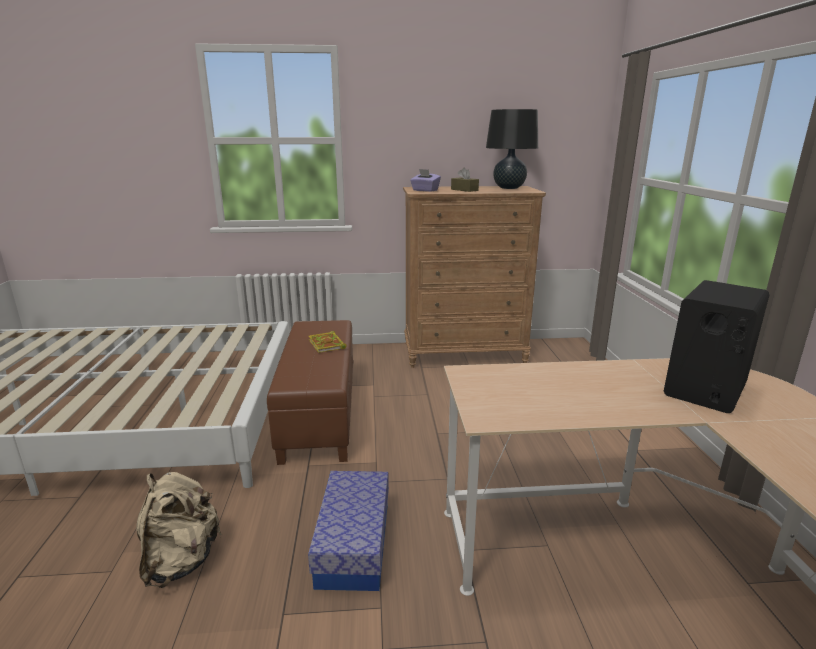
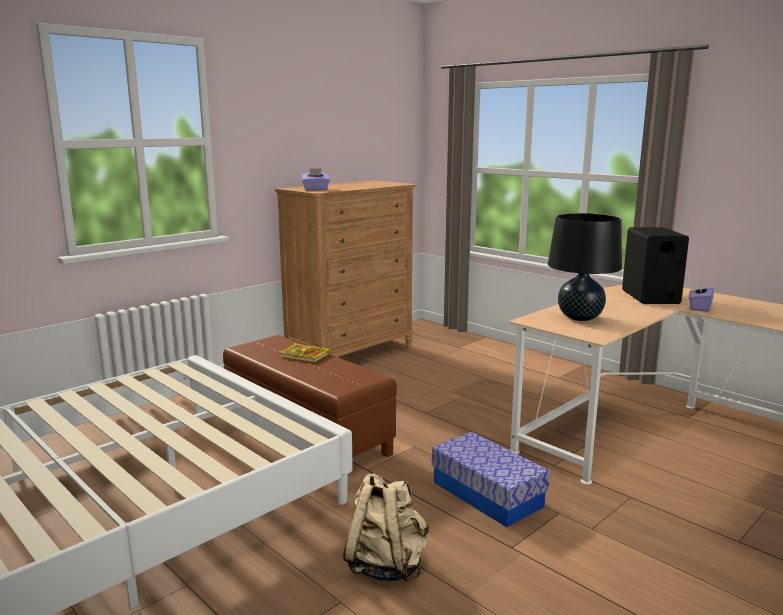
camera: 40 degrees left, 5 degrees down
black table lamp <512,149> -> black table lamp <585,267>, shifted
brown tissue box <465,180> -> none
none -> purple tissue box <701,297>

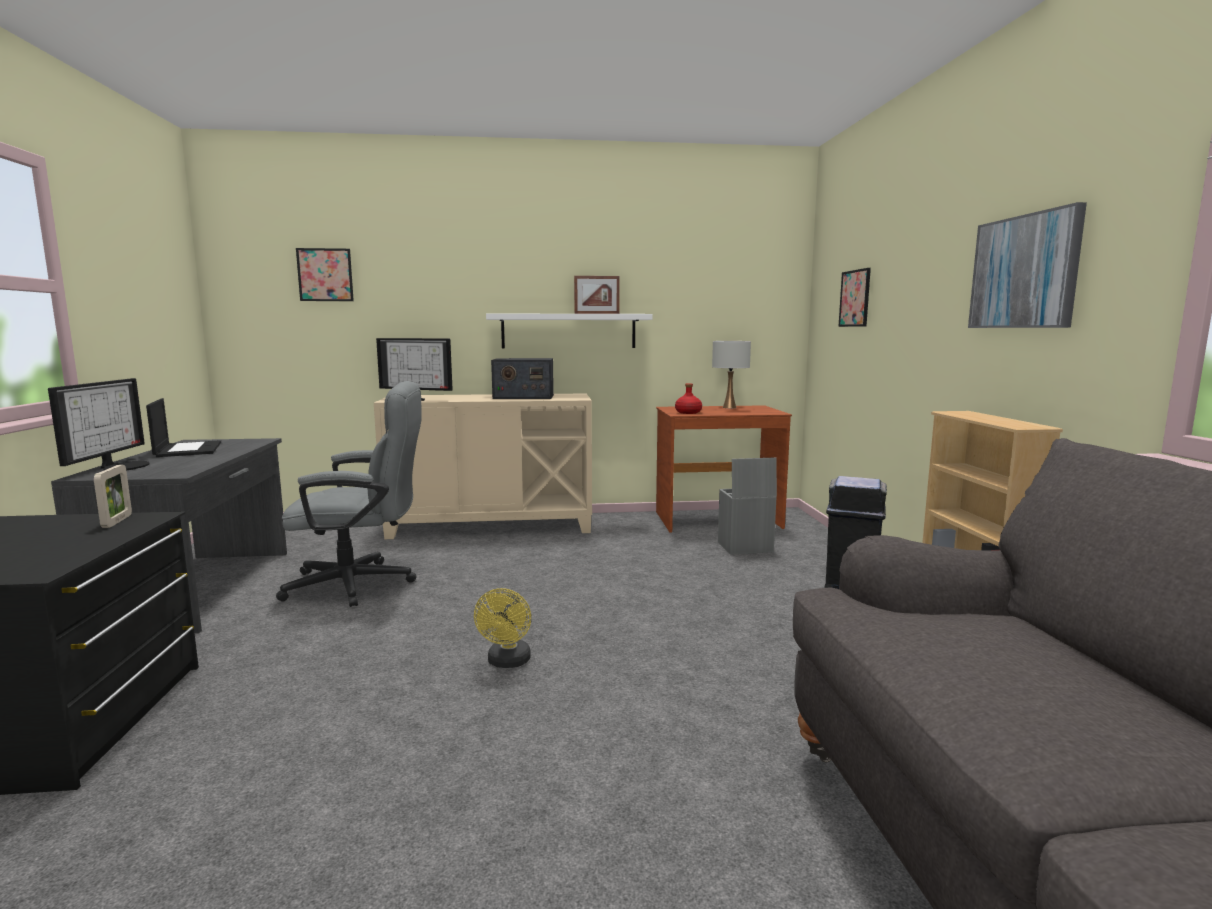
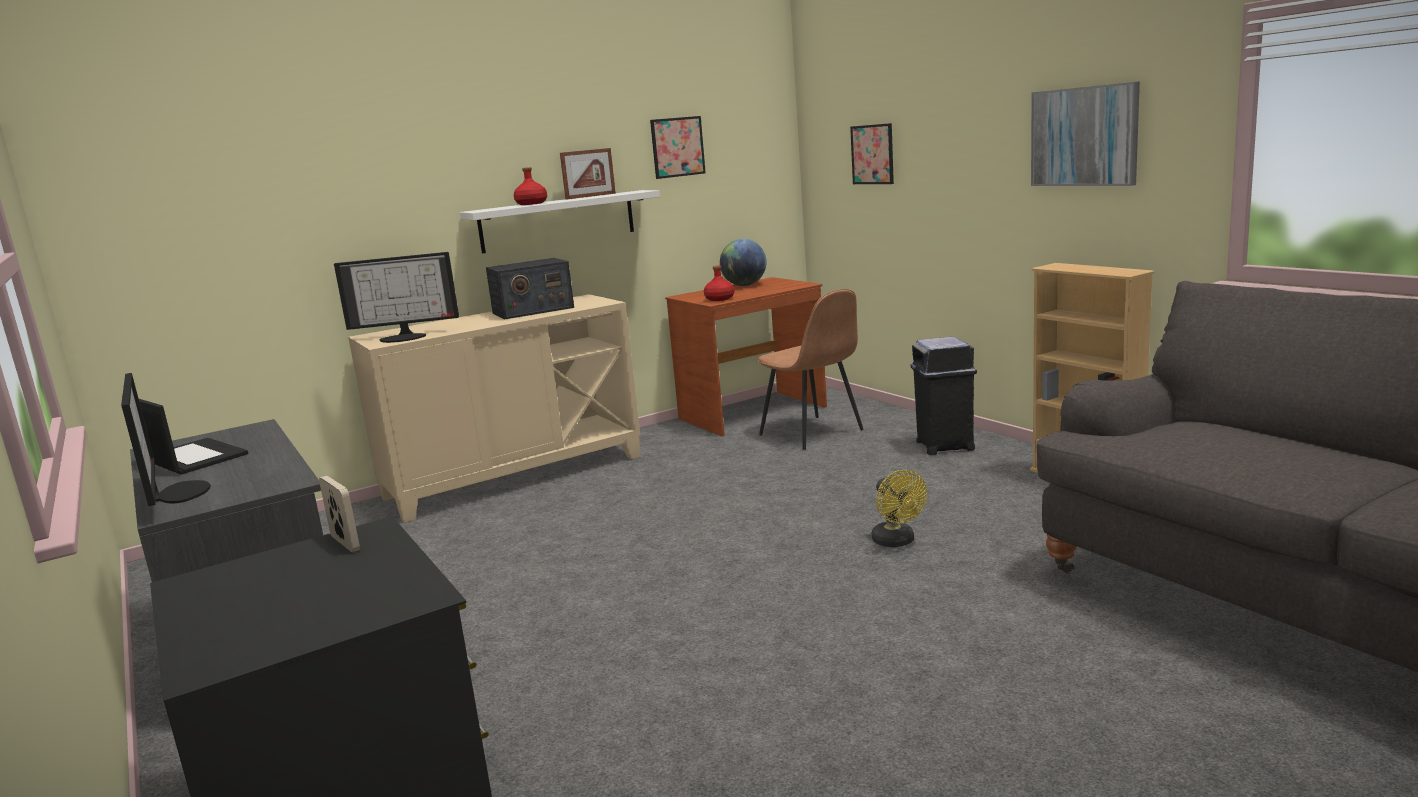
camera: 25 degrees left, 5 degrees up
picture <325,274> -> picture <678,147>, shifted
white table lamp <731,374> -> globe <743,262>
grey office chair <349,494> -> none
grey storage box <747,506> -> brown chair <811,369>
yellow fan <502,628> -> yellow fan <899,508>, shifted
none -> red bottle <530,186>

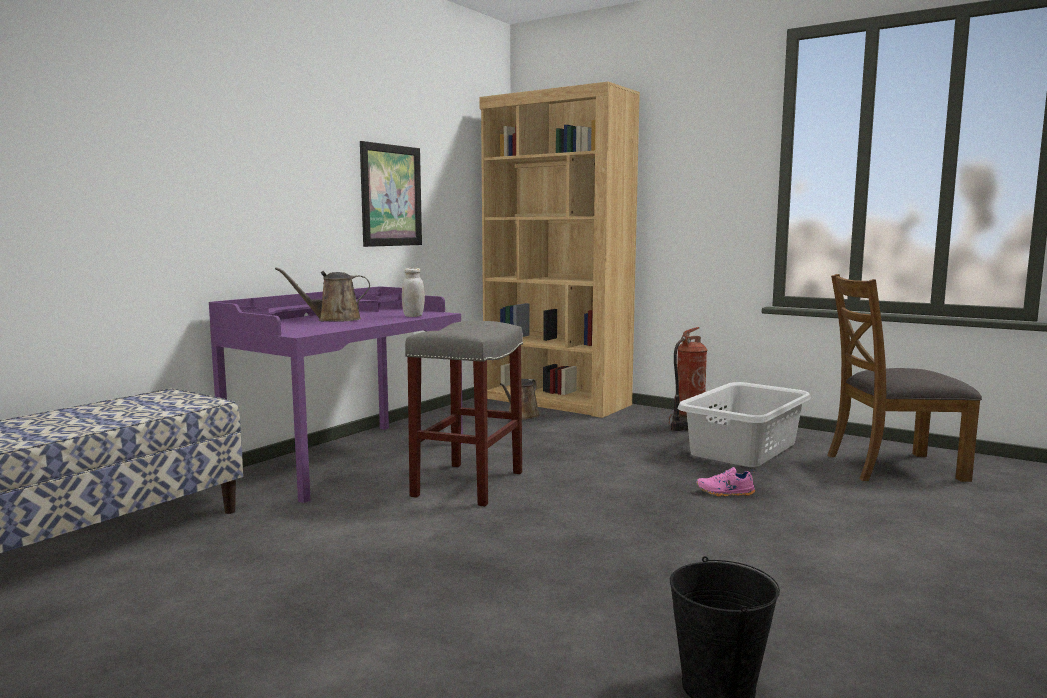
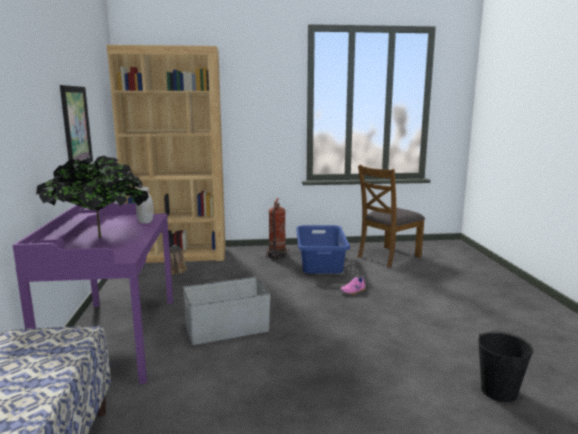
camera: 40 degrees left, 5 degrees up
brown watering can <322,294> -> potted plant <92,197>
grey stool <464,413> -> grey storage box <227,311>
grey laundry basket <744,424> -> blue laundry basket <323,249>

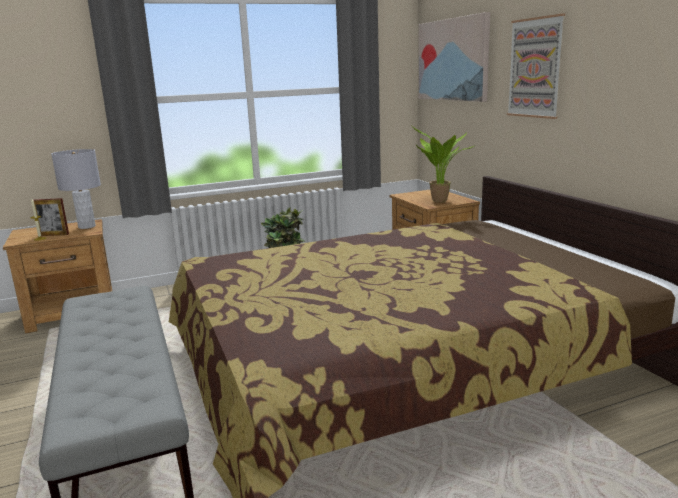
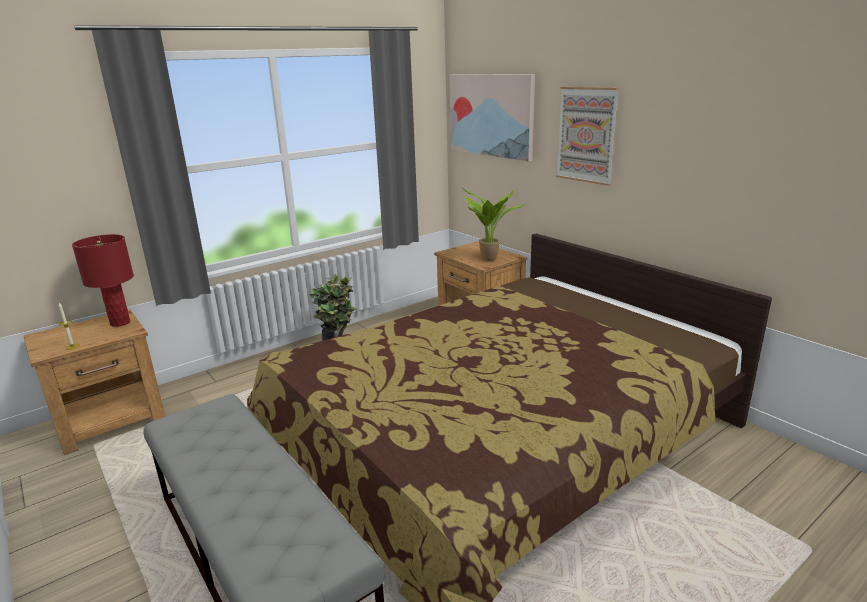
camera: 15 degrees left, 5 degrees up
grey table lamp <76,189> -> red table lamp <103,280>
picture frame <51,217> -> none

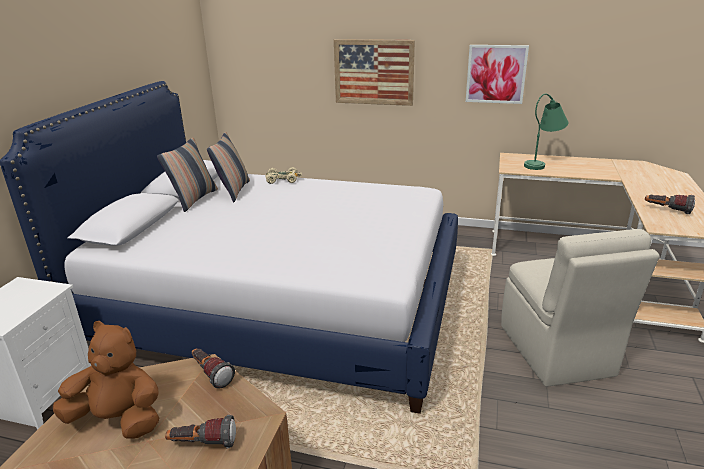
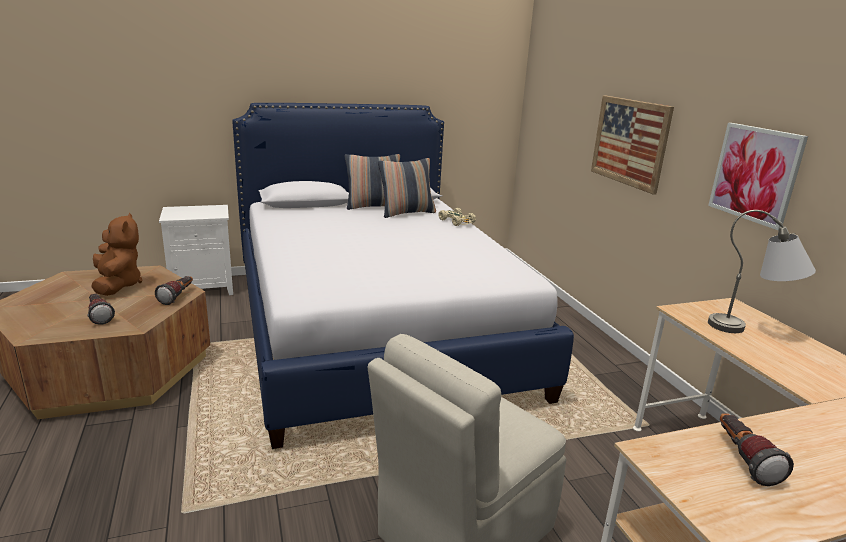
camera: 55 degrees right, 5 degrees down
green table lamp <546,131> -> grey table lamp <762,271>

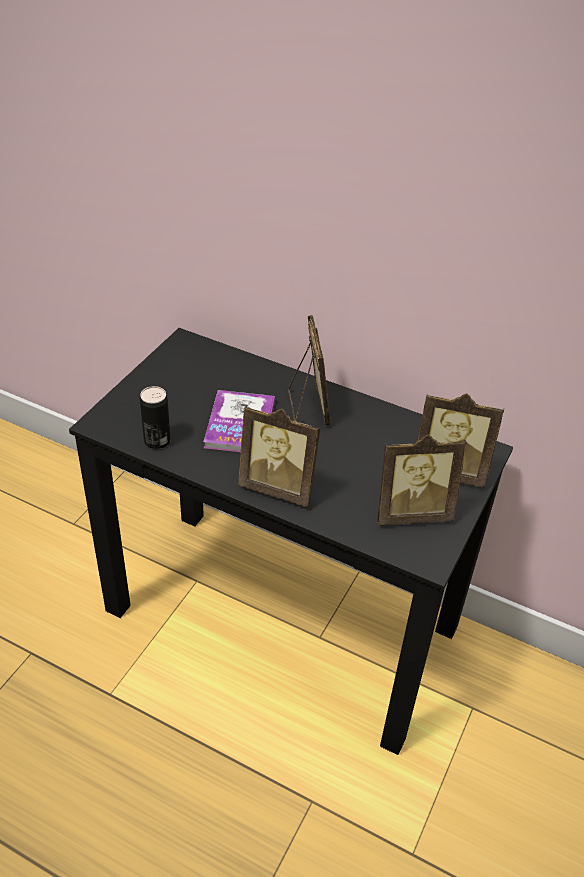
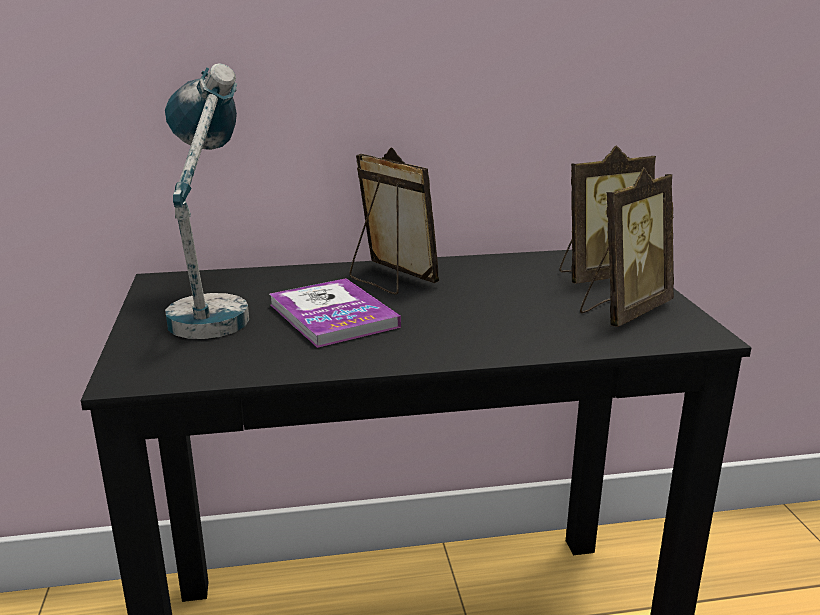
camera: 35 degrees left, 20 degrees down
can <155,417> -> none
picture frame <279,456> -> none
none -> table lamp <207,201>

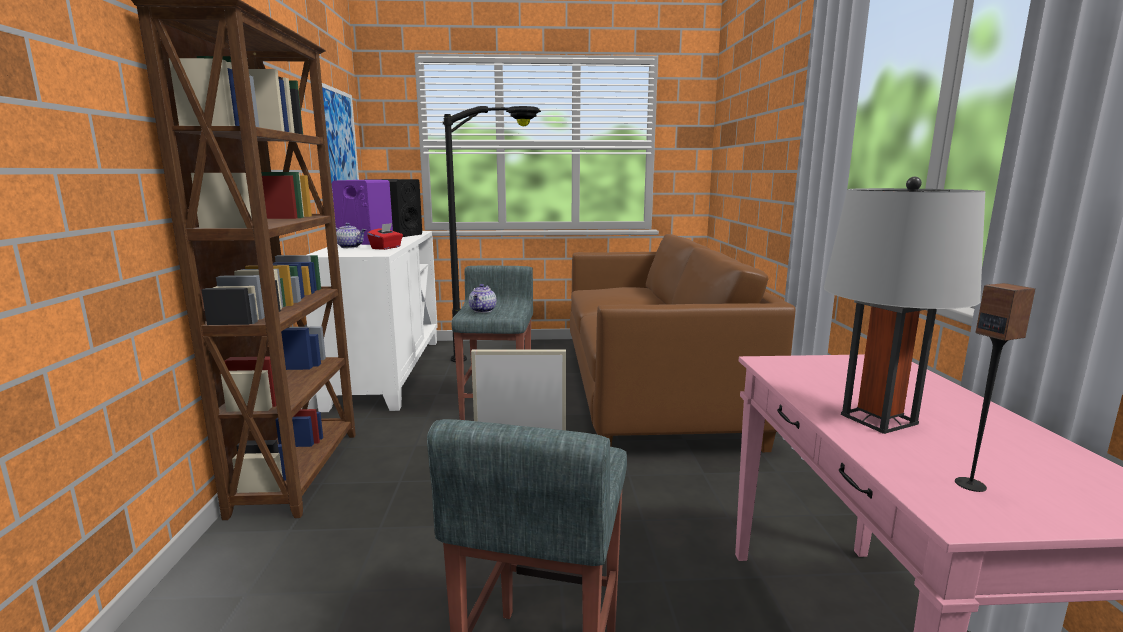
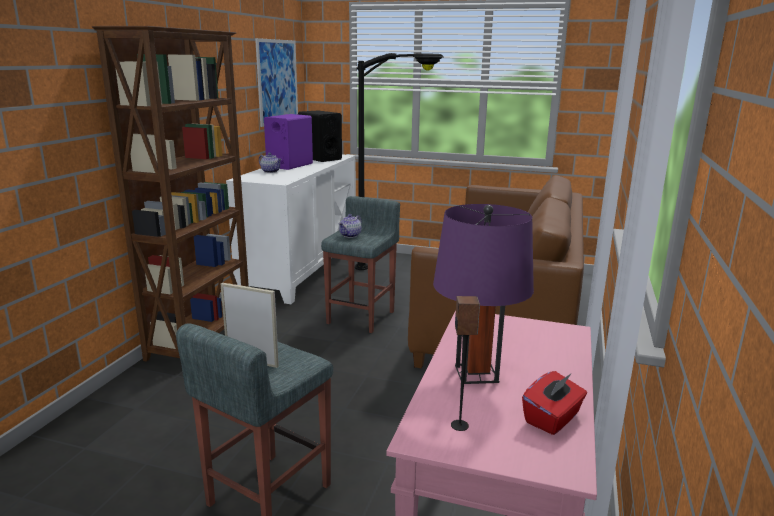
camera: 20 degrees right, 5 degrees up
grey table lamp <905,305> -> purple table lamp <483,294>
red tissue box <385,236> -> red tissue box <554,403>, shifted

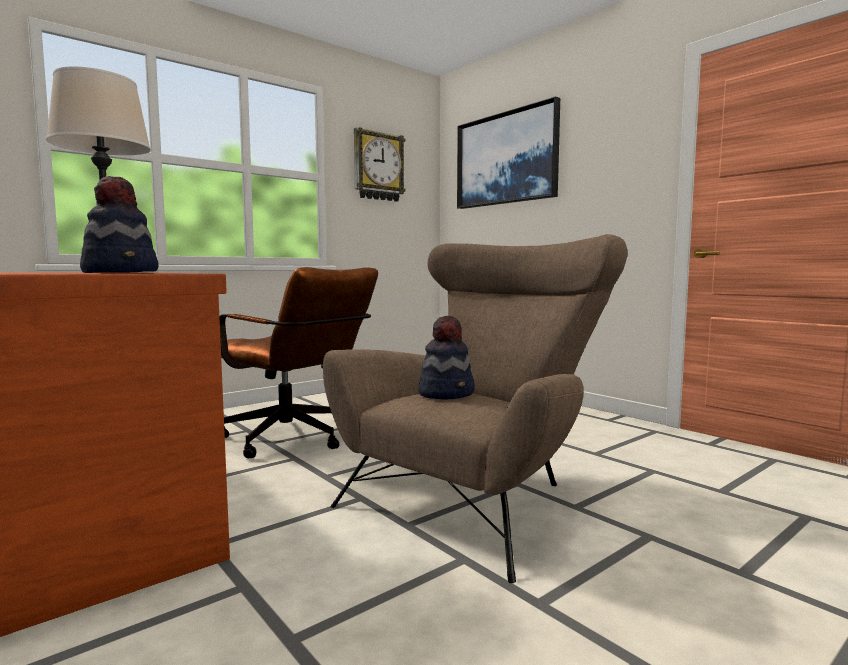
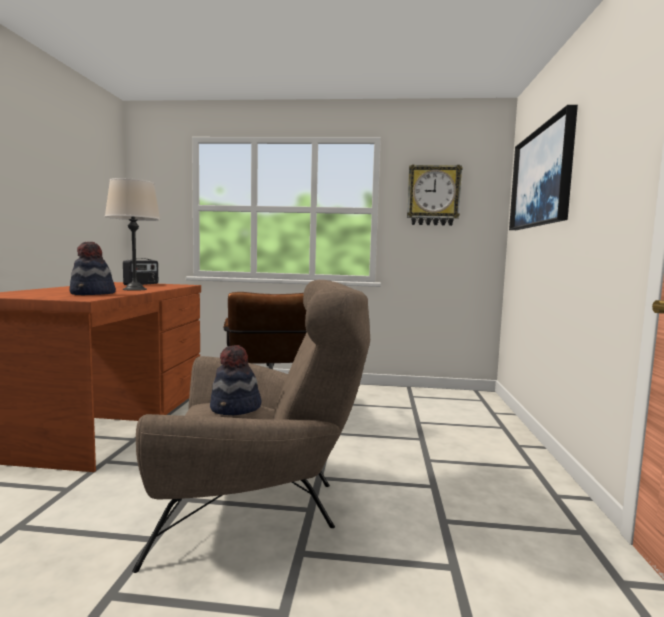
camera: 45 degrees right, 0 degrees up
none -> radio <140,271>

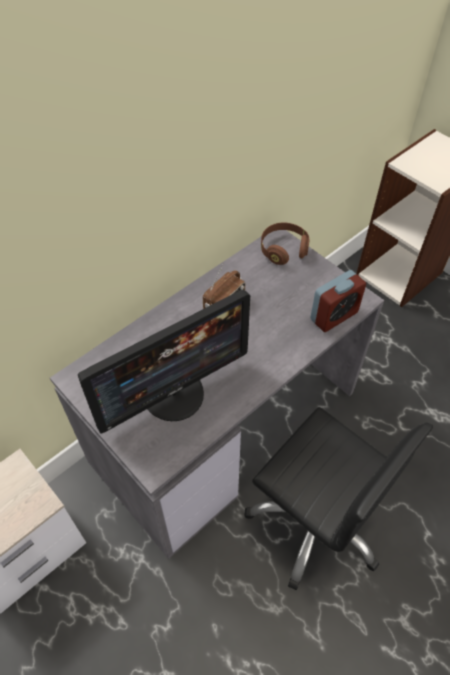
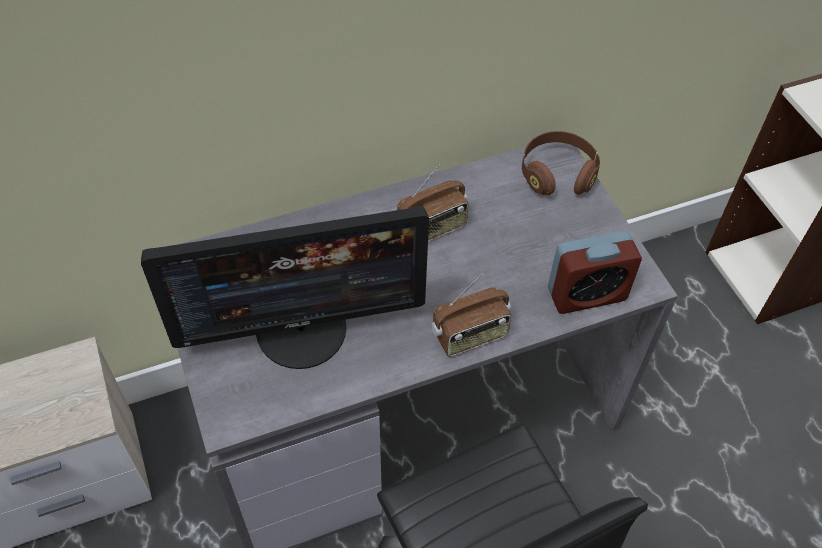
camera: 20 degrees right, 0 degrees up
none -> radio <471,315>

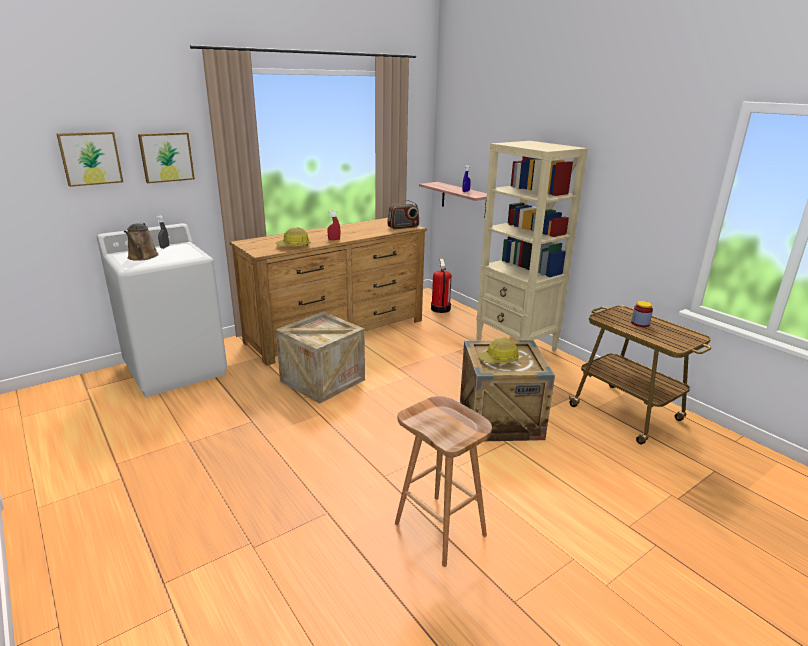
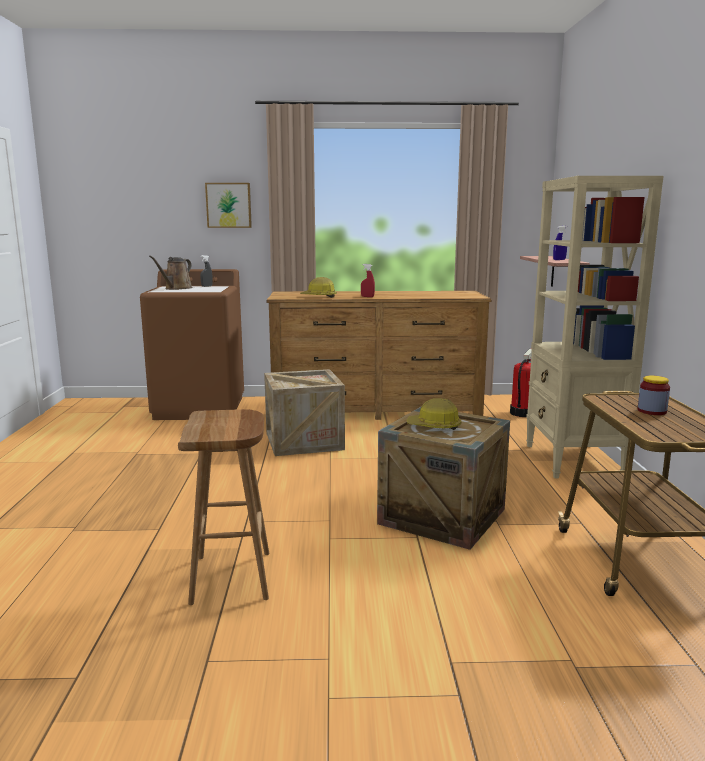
camera: 35 degrees right, 10 degrees down
picture <90,159> -> none
radio <403,214> -> none
white washing machine <162,310> -> brown washing machine <192,344>

